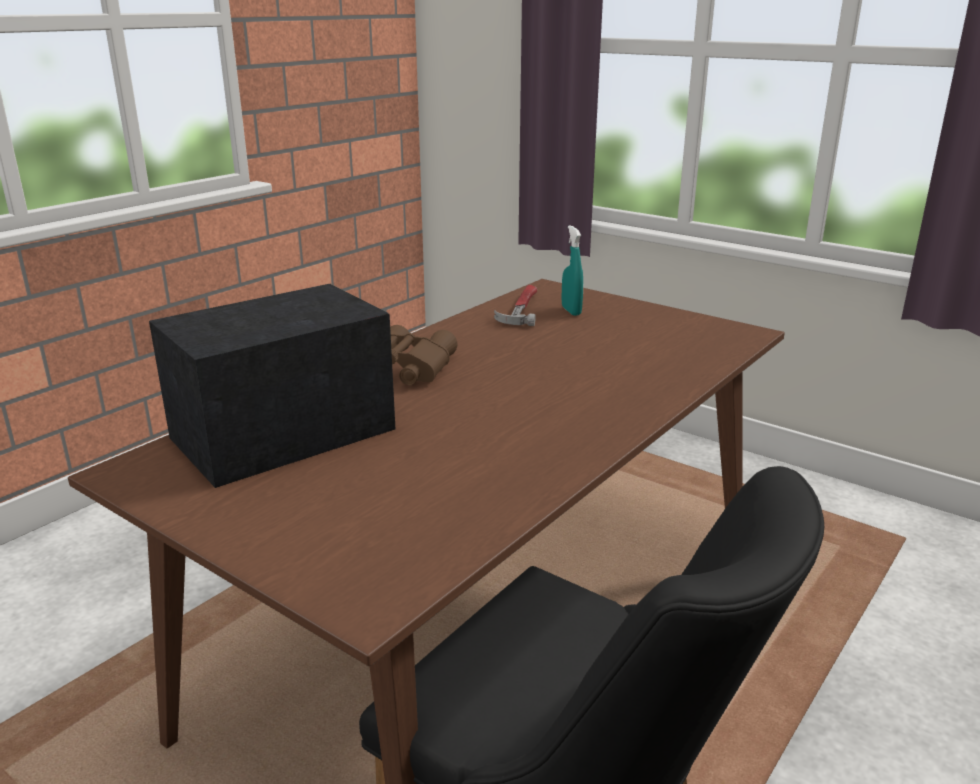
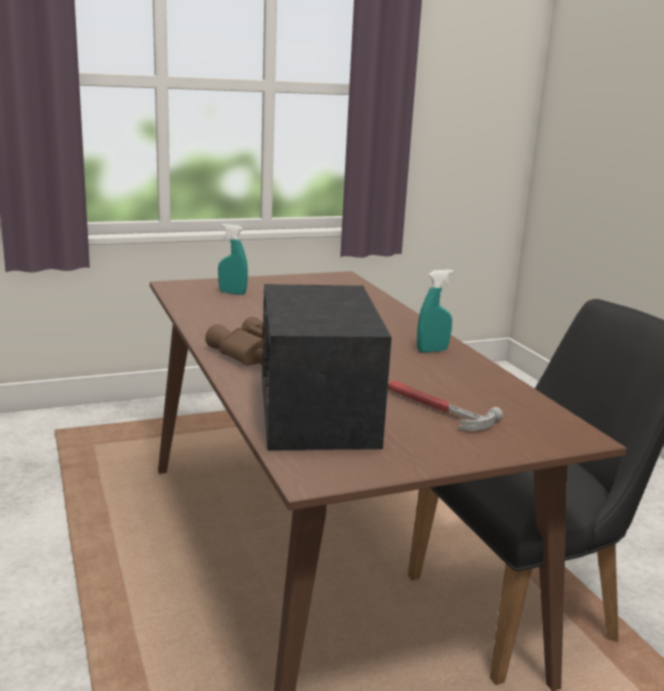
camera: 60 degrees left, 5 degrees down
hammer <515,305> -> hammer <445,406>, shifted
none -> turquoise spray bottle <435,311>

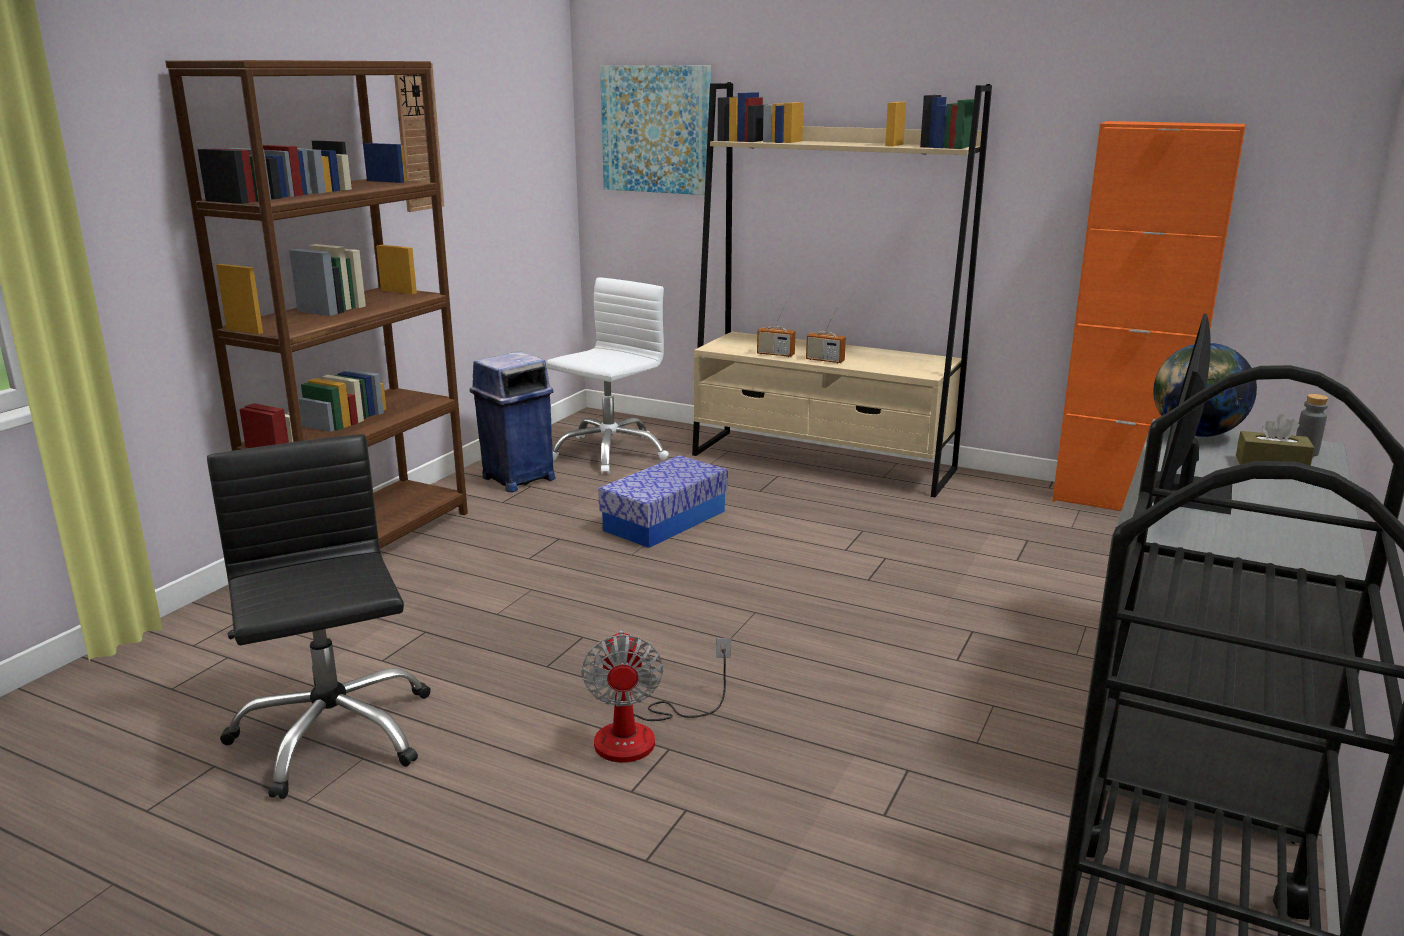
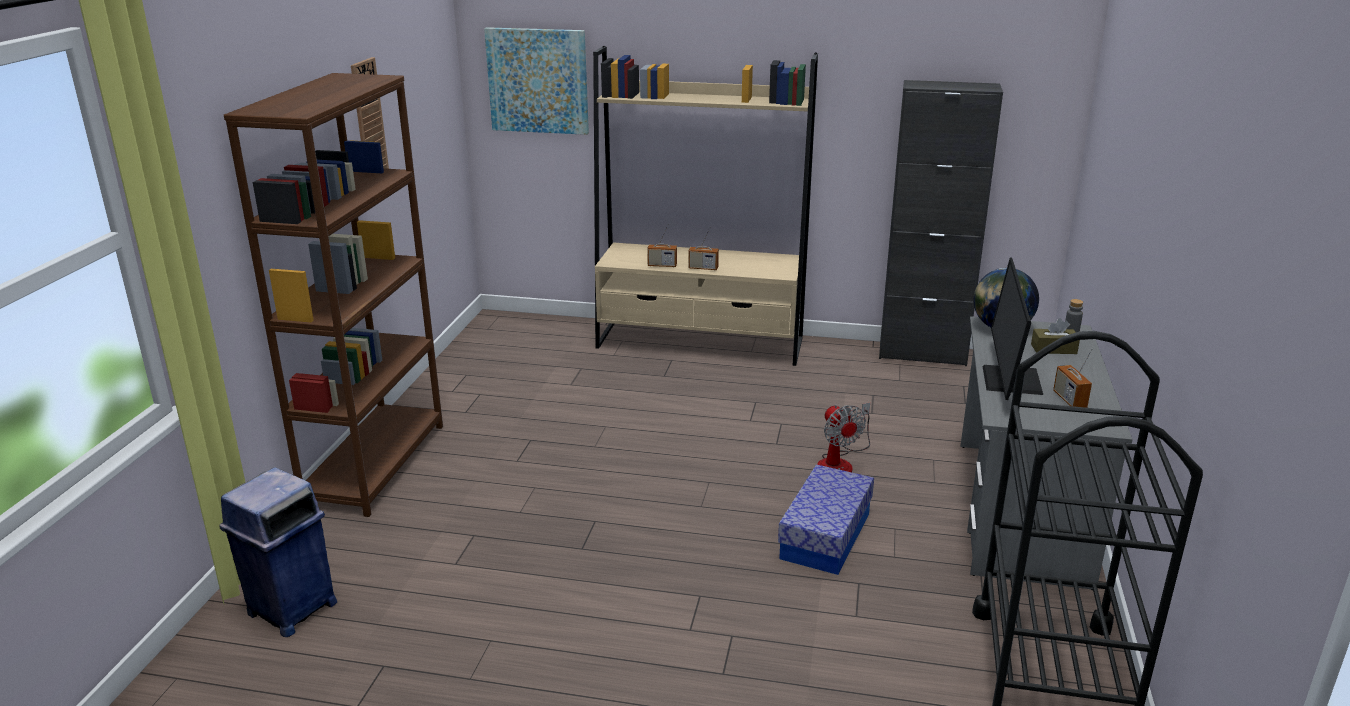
camera: 15 degrees left, 5 degrees up
orange cabinet <1149,316> -> black cabinet <941,223>
white office chair <607,375> -> none
blue trash can <513,421> -> blue trash can <278,552>, shifted
black office chair <319,616> -> none
storage box <663,501> -> storage box <826,519>, shifted
fan <656,696> -> fan <843,437>, shifted
none -> radio <1073,378>

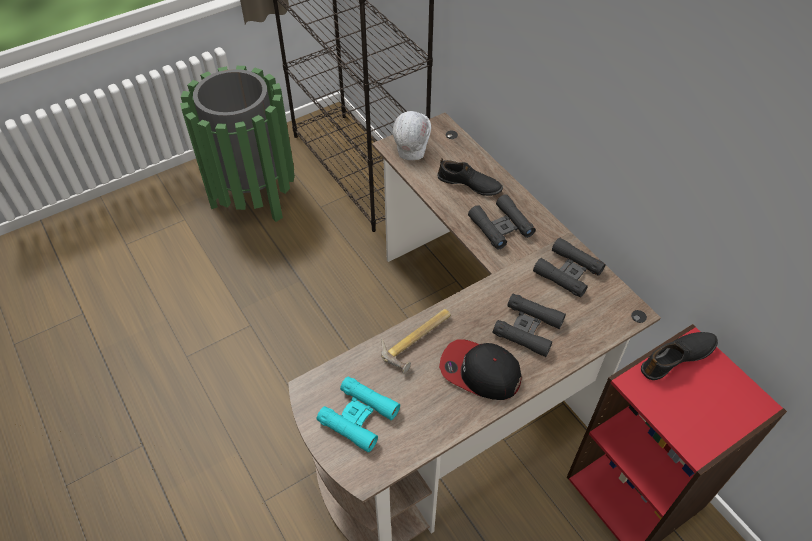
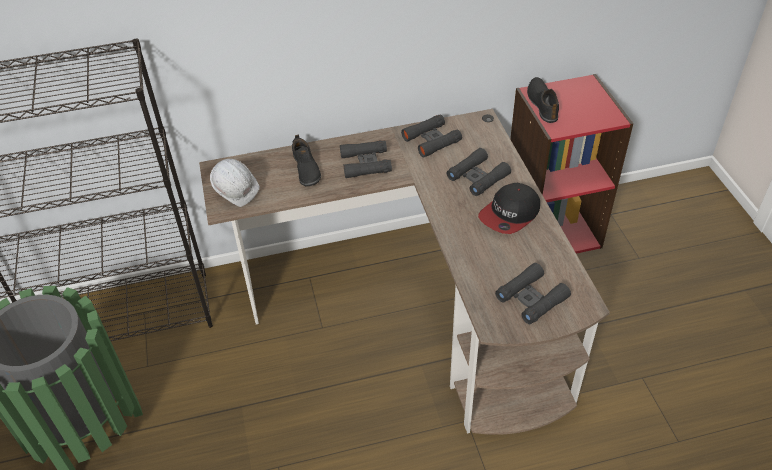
camera: 70 degrees left, 5 degrees down
black shoe <470,177> -> black shoe <306,160>, 120 degrees clockwise
hammer <416,341> -> none
turquoise binoculars <358,414> -> black binoculars <533,293>

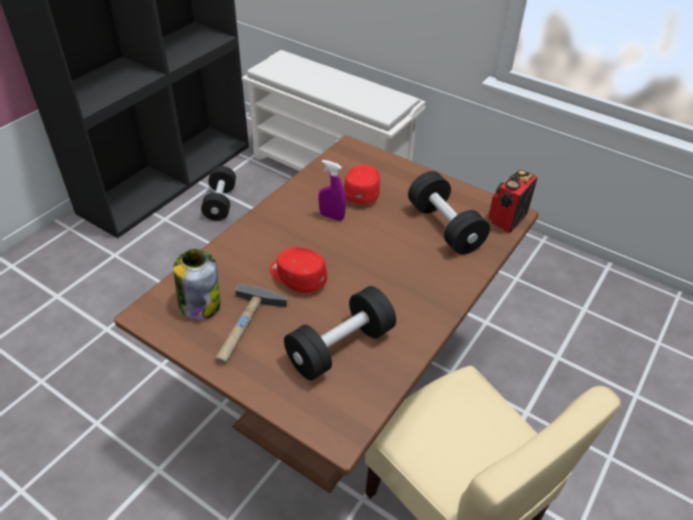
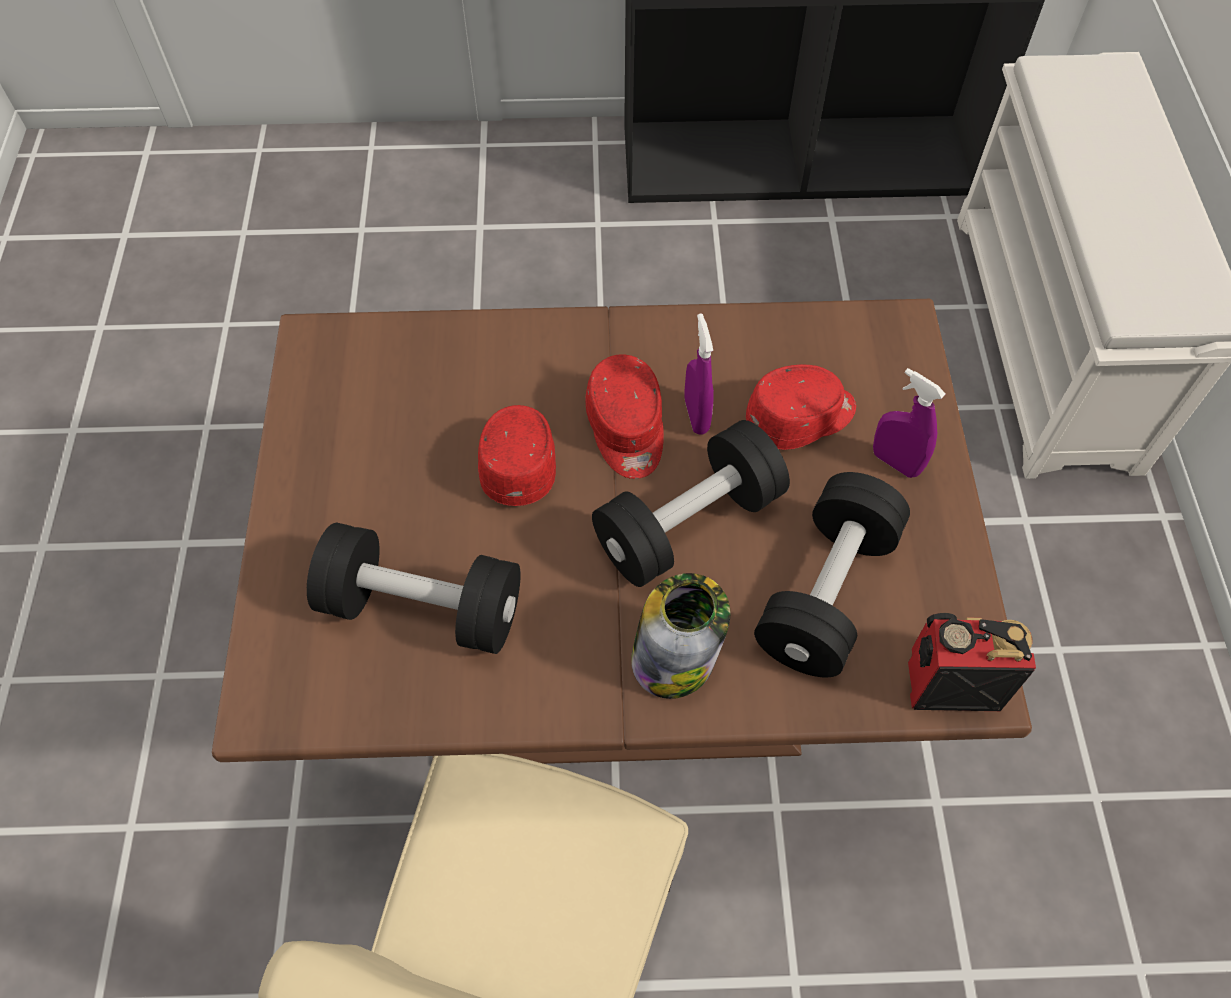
camera: 55 degrees right, 15 degrees up
black dumbbell <218,193> -> black dumbbell <691,503>, shifted
jar <197,284> -> jar <681,636>, shifted
hammer <251,324> -> none
none -> red cap <625,416>
none -> purple spray bottle <909,423>

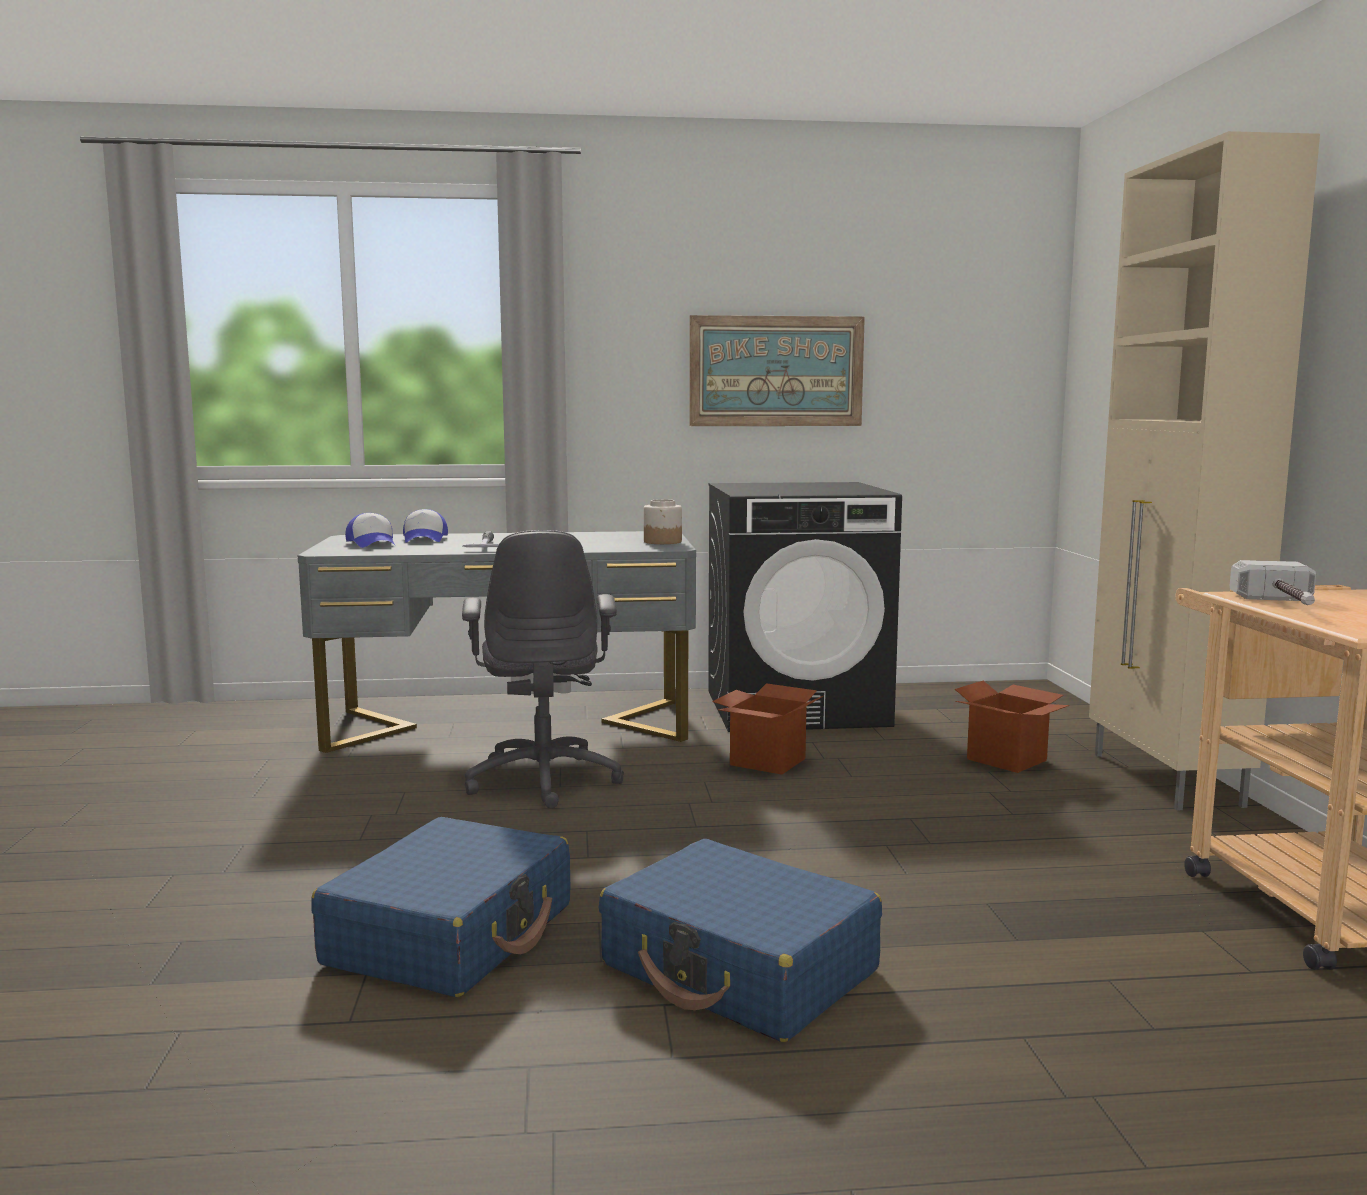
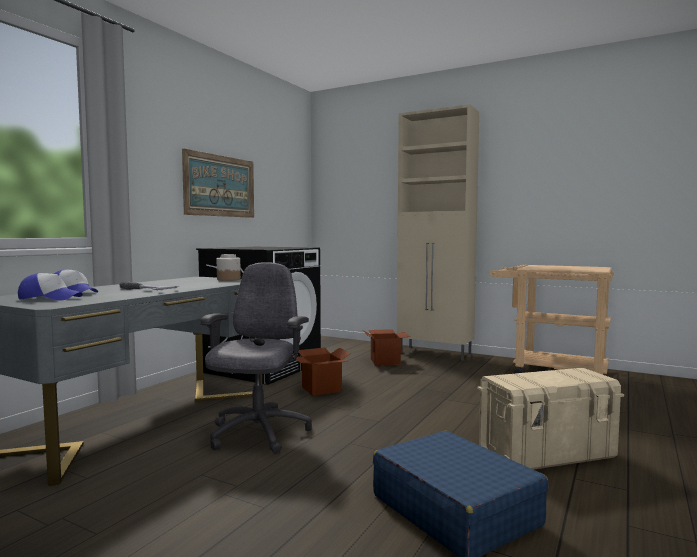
camera: 55 degrees left, 5 degrees down
grey office chair <543,669> -> grey office chair <256,358>, 105 degrees counterclockwise
hammer <1273,582> -> none
blue suitcase <740,940> -> beige storage box <550,419>

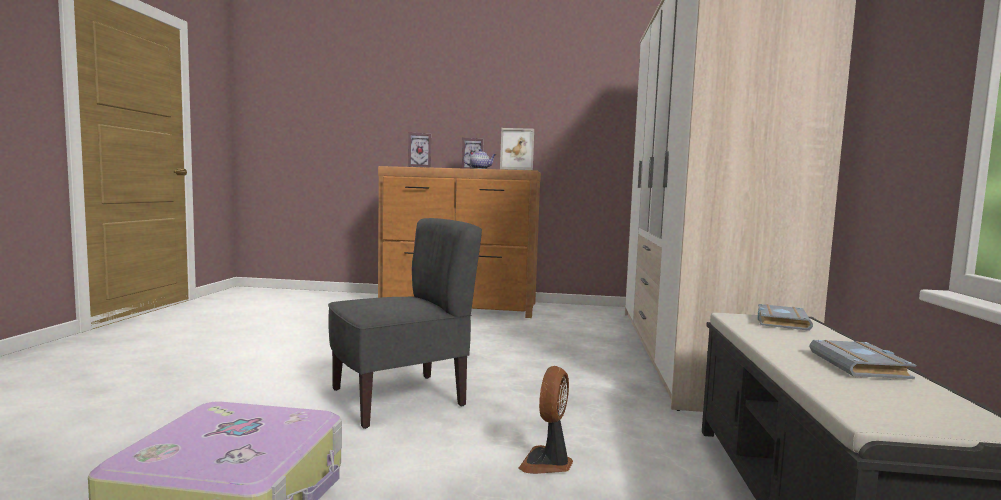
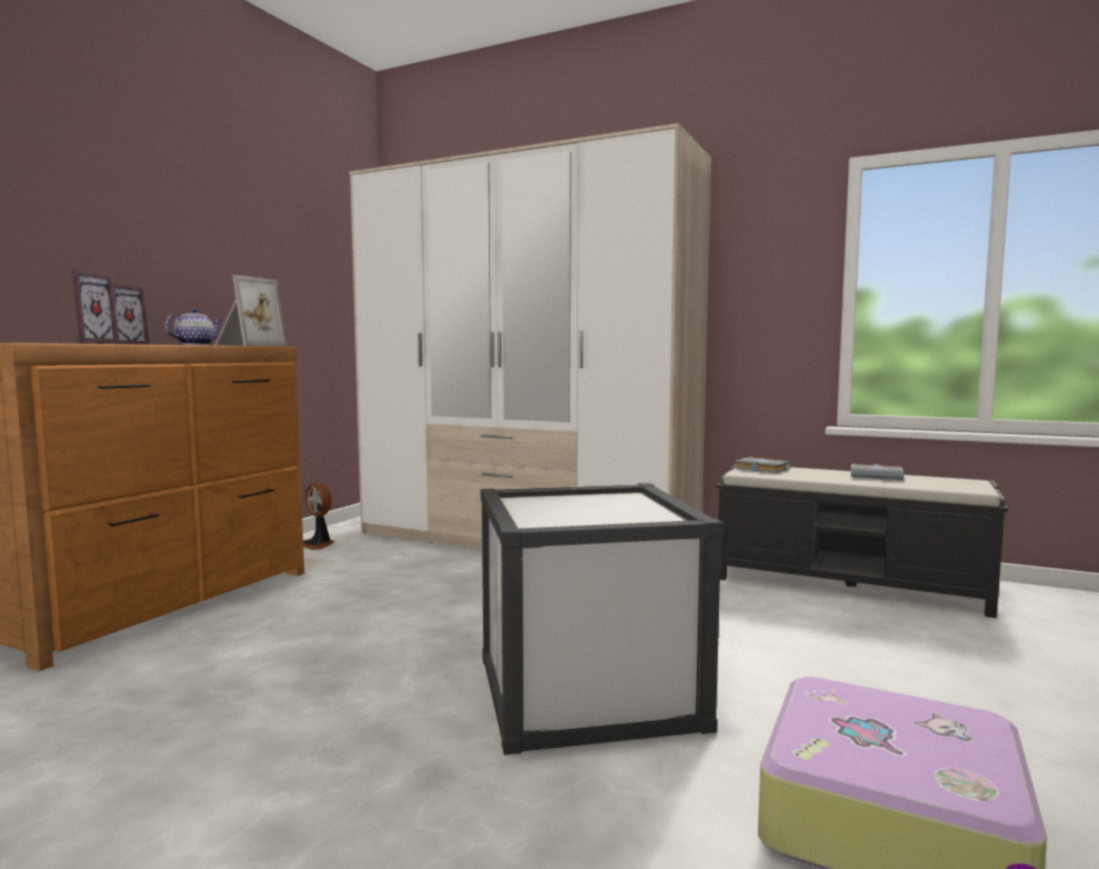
camera: 70 degrees left, 0 degrees up
grey chair <405,323> -> white storage box <602,619>
fan <546,420> -> fan <318,516>, shifted

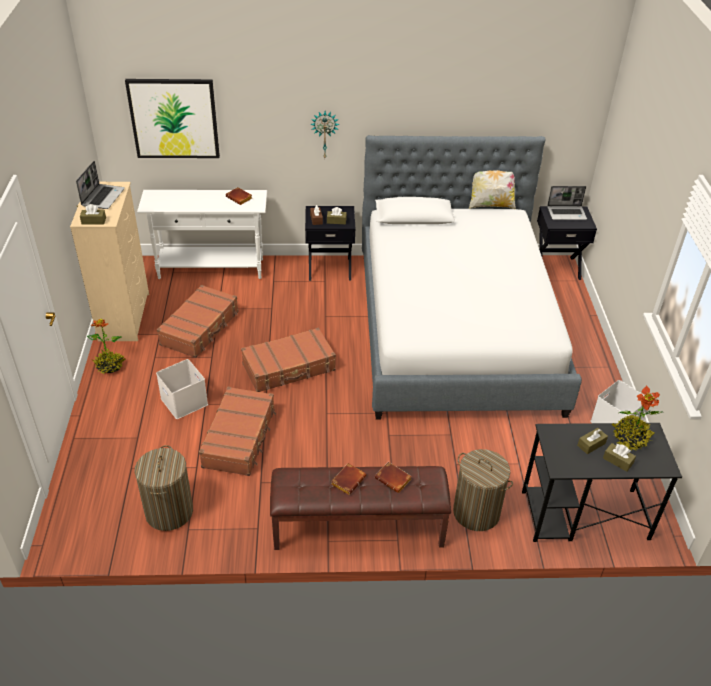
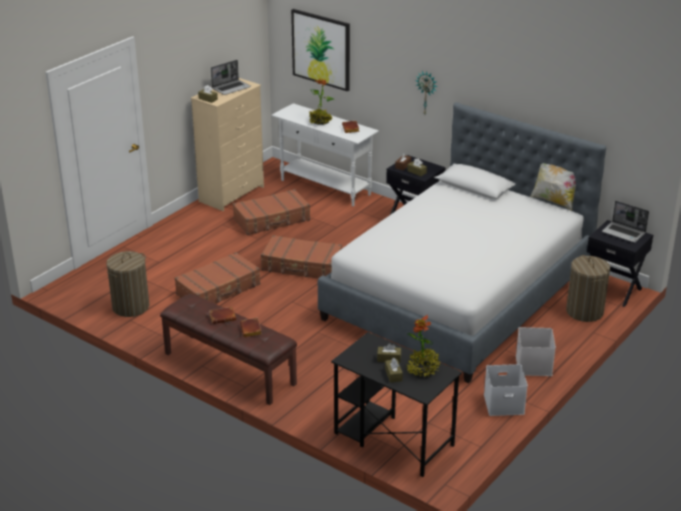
camera: 40 degrees right, 10 degrees down
potted plant <106,346> -> potted plant <321,101>, shifted
white storage box <182,389> -> white storage box <536,351>, shifted
laundry basket <483,490> -> laundry basket <588,288>, shifted

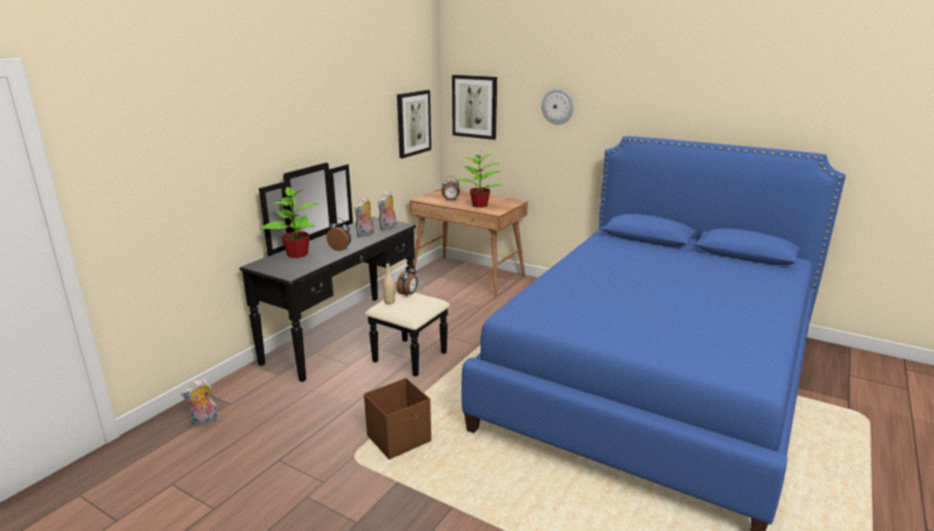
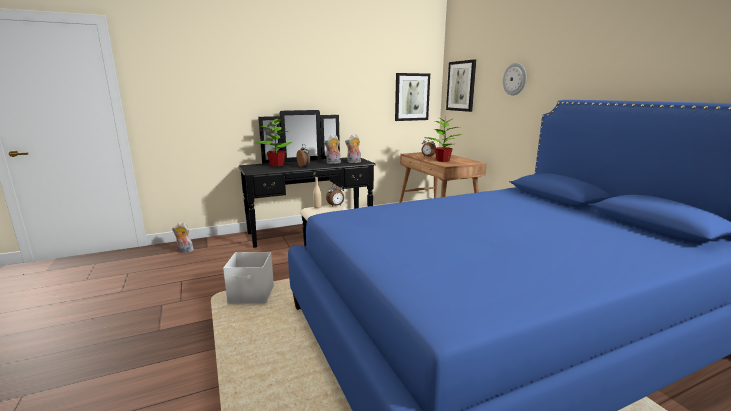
camera: 35 degrees right, 5 degrees down
brown storage box <397,419> -> white storage box <248,278>

